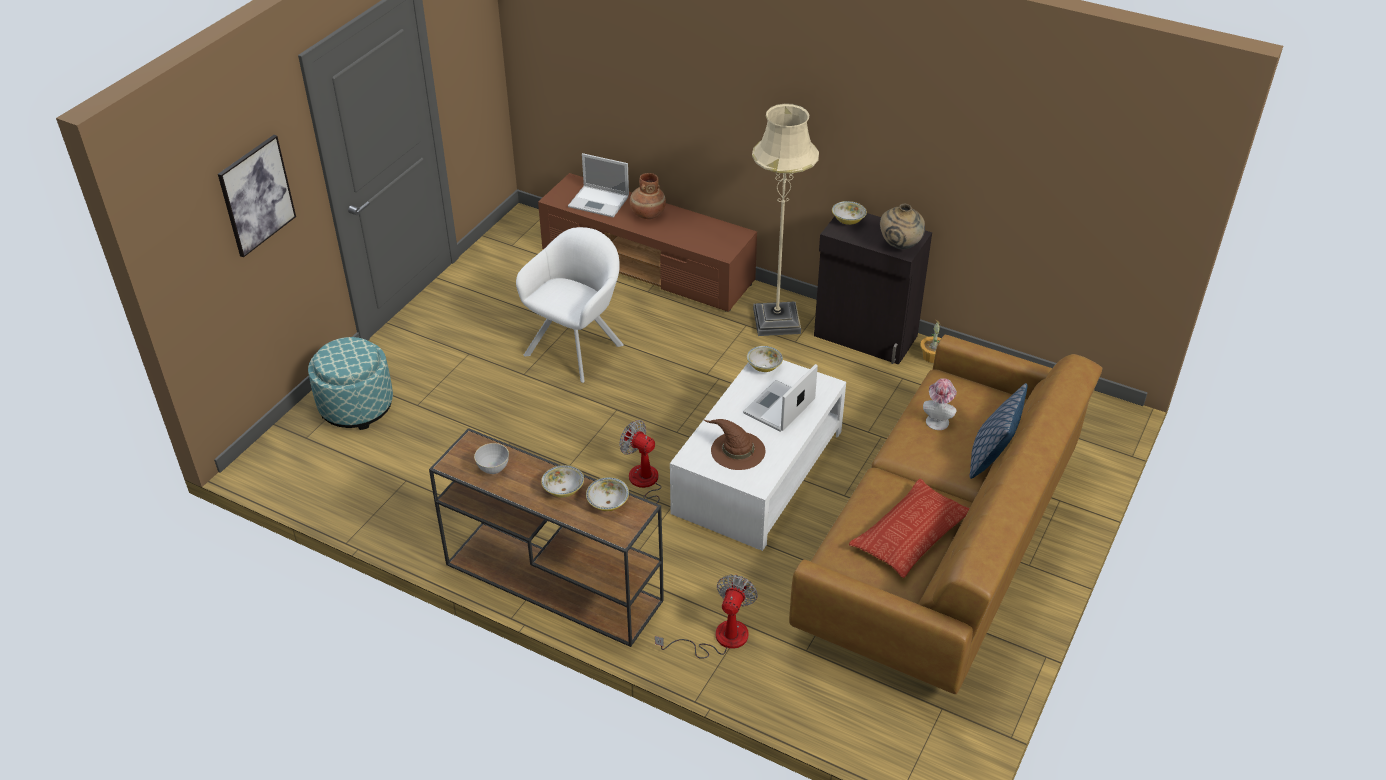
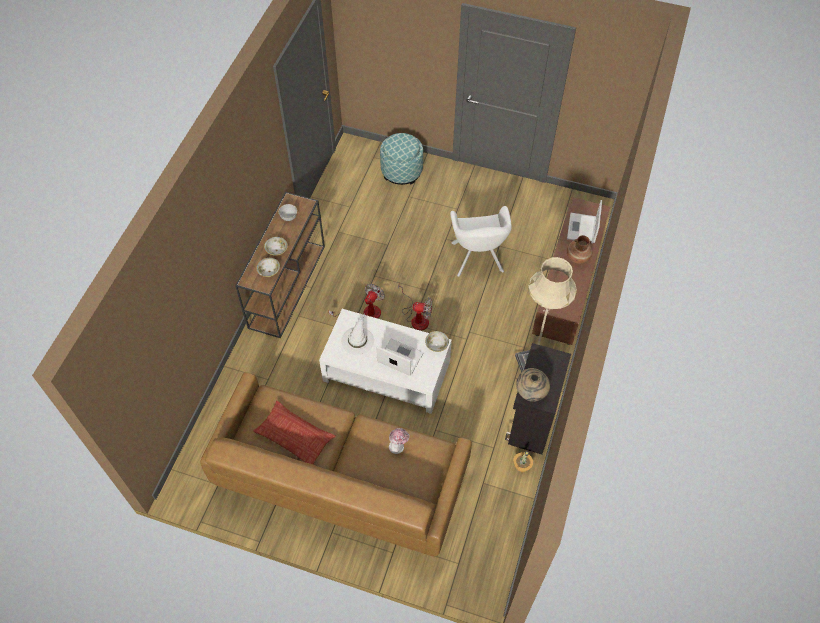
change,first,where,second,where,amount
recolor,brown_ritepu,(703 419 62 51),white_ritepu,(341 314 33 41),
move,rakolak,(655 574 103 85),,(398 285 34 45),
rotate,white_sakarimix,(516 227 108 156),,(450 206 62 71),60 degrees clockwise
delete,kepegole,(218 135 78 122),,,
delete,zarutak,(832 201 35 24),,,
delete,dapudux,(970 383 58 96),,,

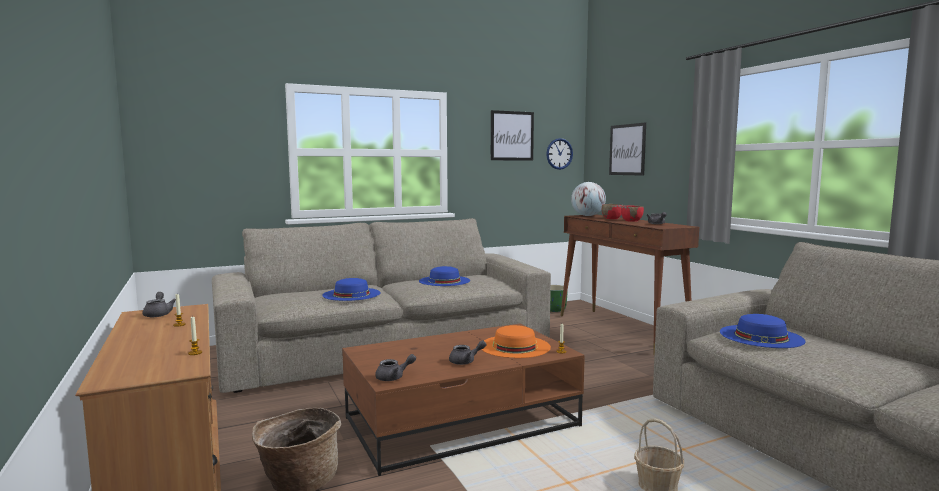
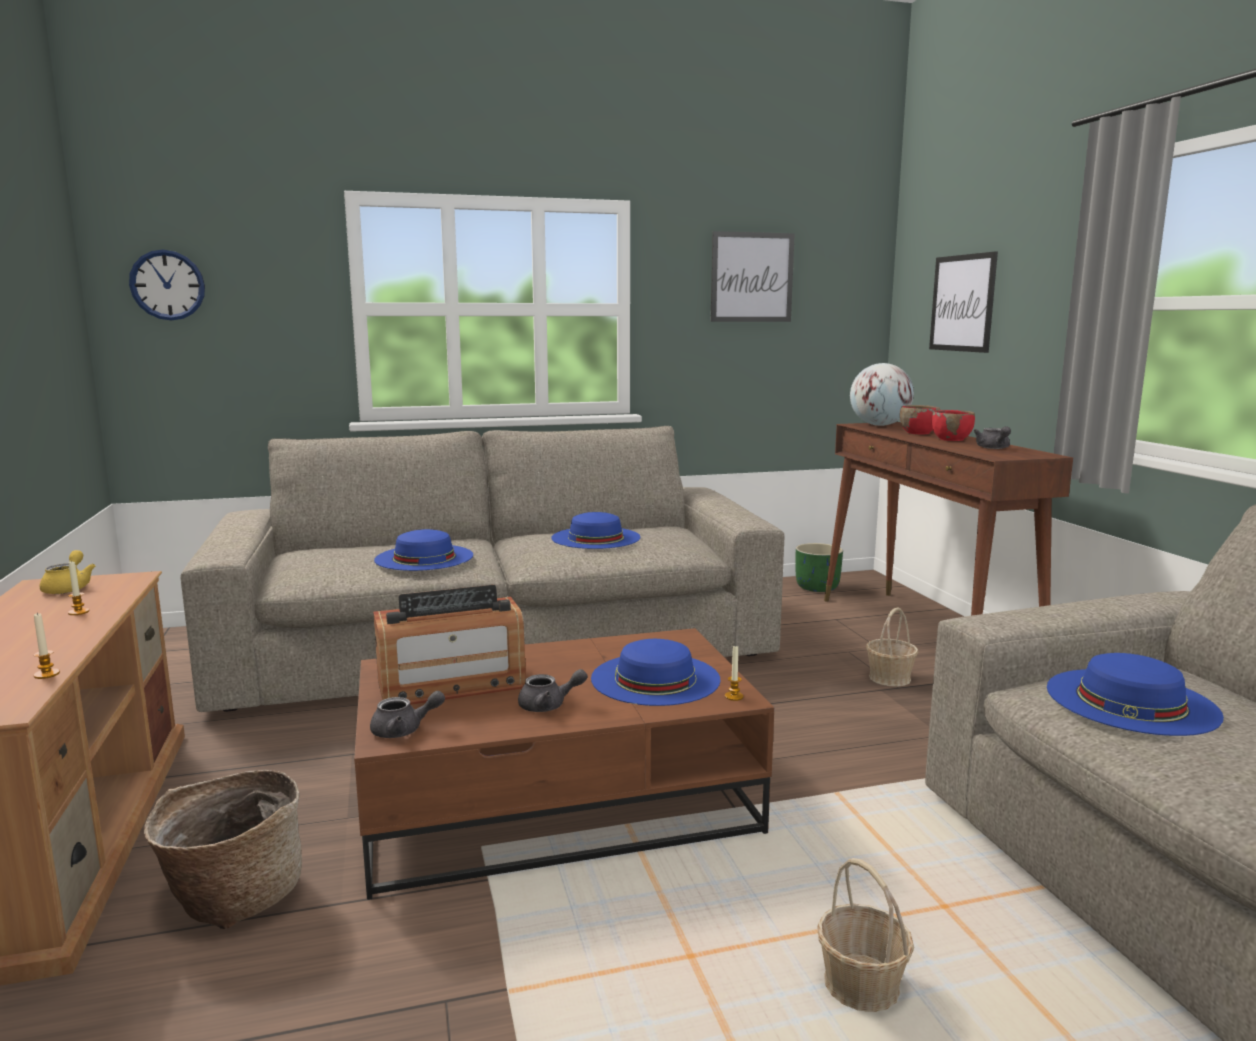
change,first,where,second,where,amount
recolor,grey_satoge,(142 292 34 25),yellow_satoge,(39 550 57 44),
move,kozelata,(546 138 27 32),,(129 250 76 71),
insert,,,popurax,(373 585 153 120),
recolor,orange_ritepu,(481 325 70 33),blue_ritepu,(591 639 130 67),
insert,,,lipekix,(866 607 52 80),

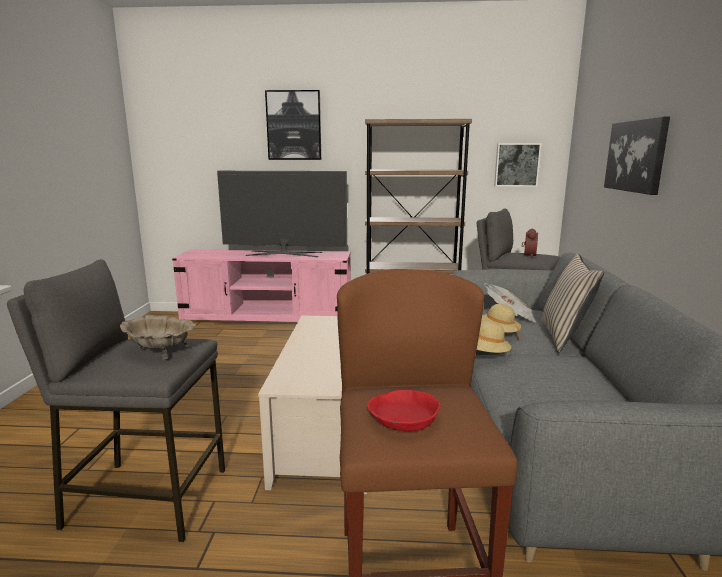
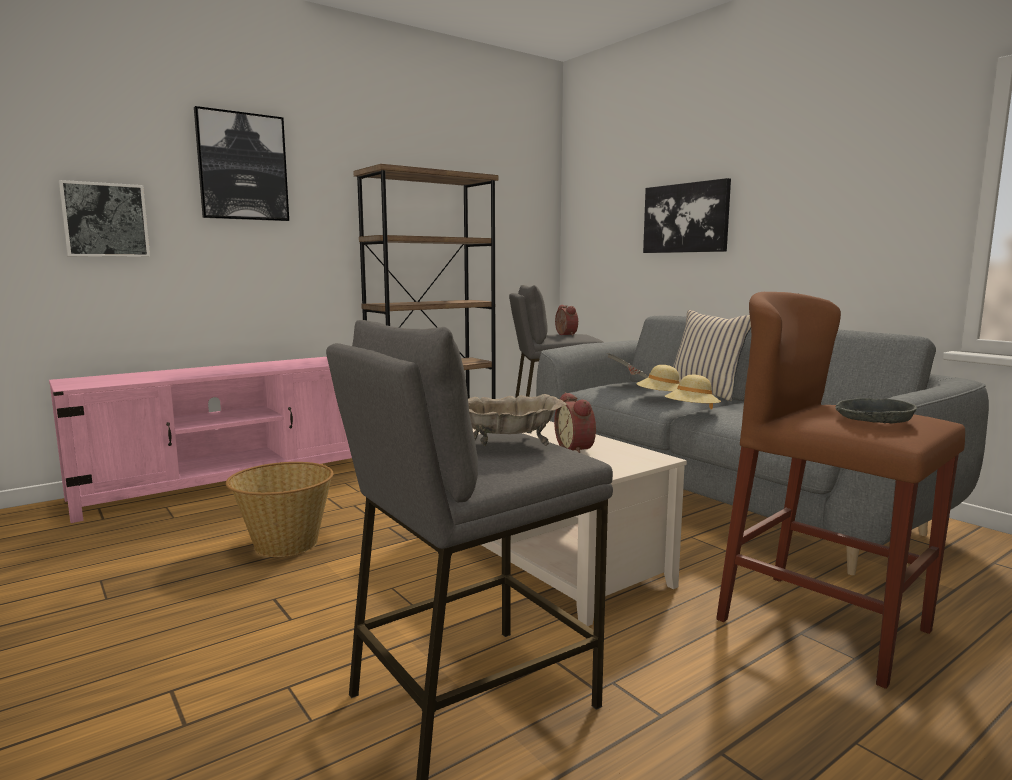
change,first,where,second,where,amount
move,kepegole,(494 143 48 44),,(59 180 91 77),
insert,,,lipekix,(226 462 108 95),
insert,,,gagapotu,(554 392 42 61),
recolor,red_zarutak,(367 390 74 41),grey_zarutak,(835 398 82 26),
delete,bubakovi,(217 171 130 86),,,

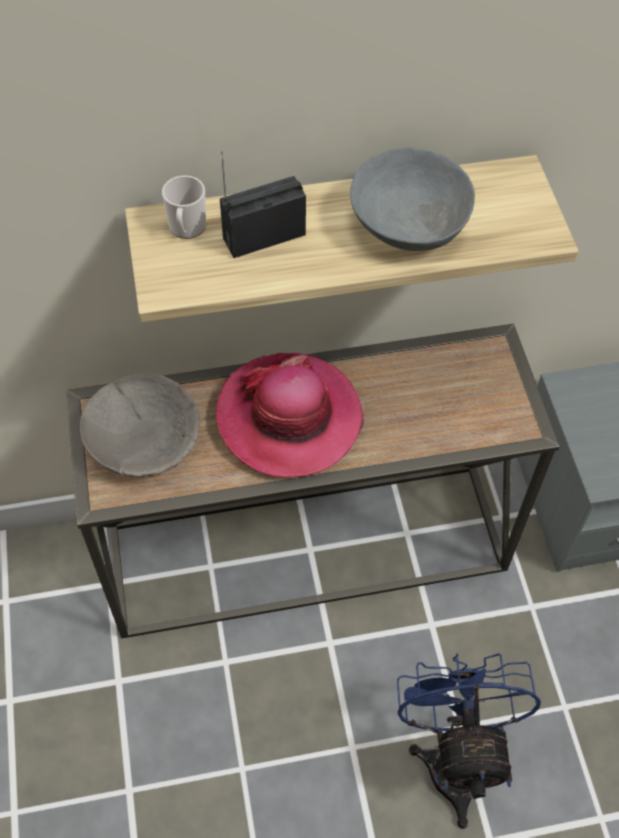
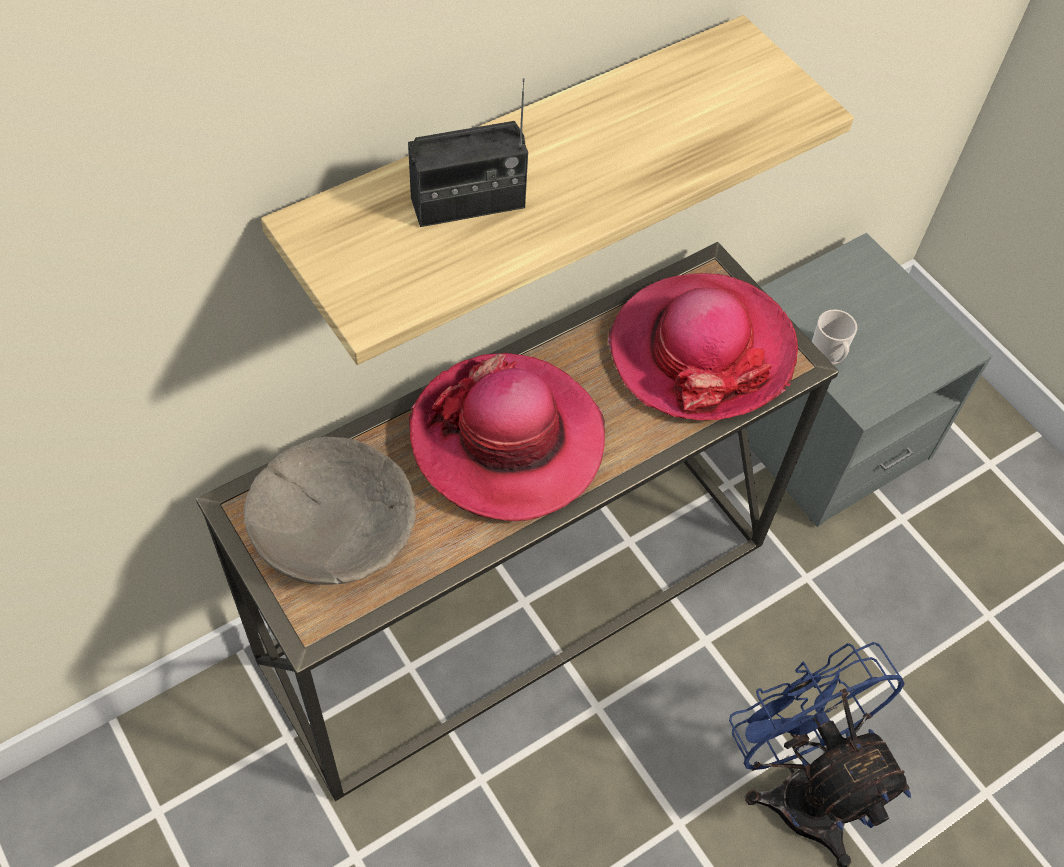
change,first,where,second,where,amount
rotate,popurax,(220 151 86 107),,(408 78 120 149),150 degrees counterclockwise
insert,,,ritepu,(608 273 190 147),
move,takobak,(162 176 44 63),,(812 309 45 56),
delete,grey_zarutak,(350 148 125 103),,,

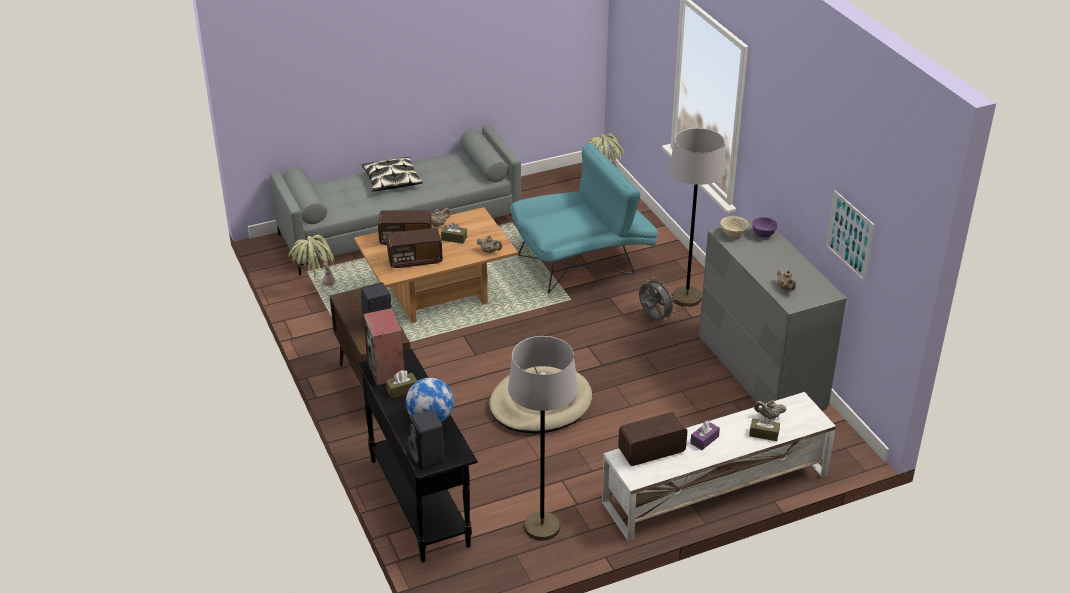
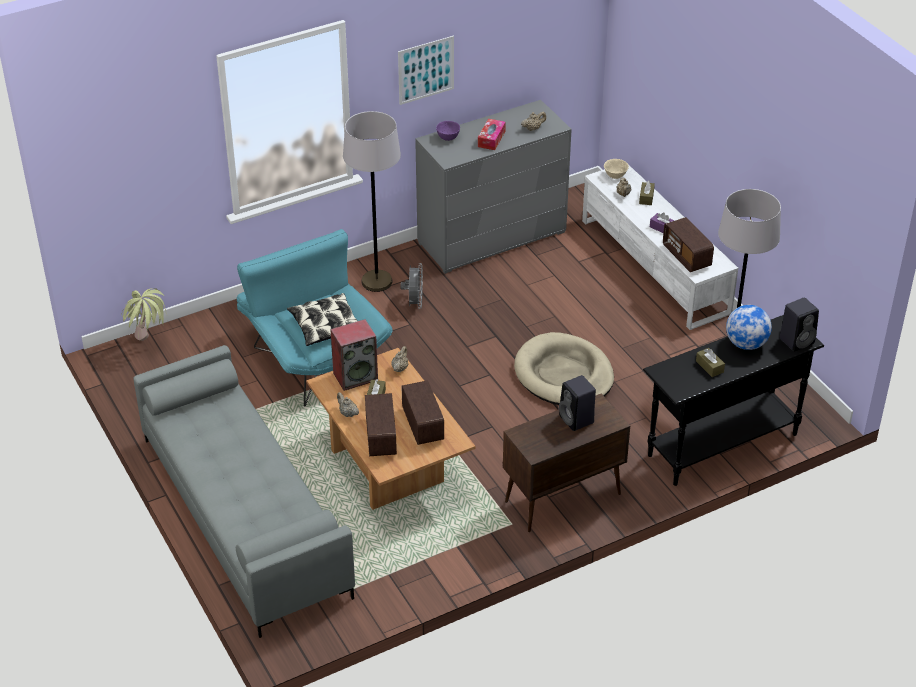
change,first,where,second,where,amount
move,dapudux,(362 157 61 35),,(287 293 71 53),
move,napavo,(363 308 42 77),,(330 319 48 72),
move,kepegole,(826 190 48 92),,(398 36 56 69),
rotate,grey_rakolak,(639 277 37 43),,(401 263 22 46),135 degrees clockwise
insert,,,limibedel,(478 119 28 31),
move,beige_zarutak,(721 216 28 21),,(604 159 25 20),
delete,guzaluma,(289 235 46 51),,,

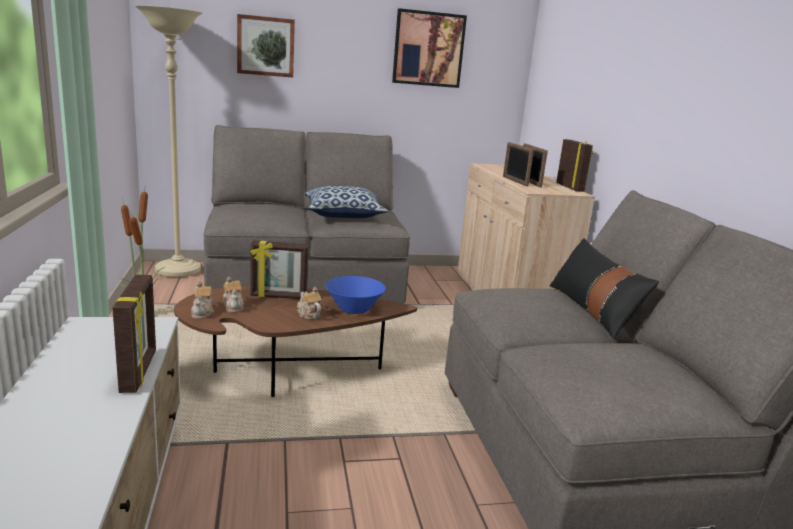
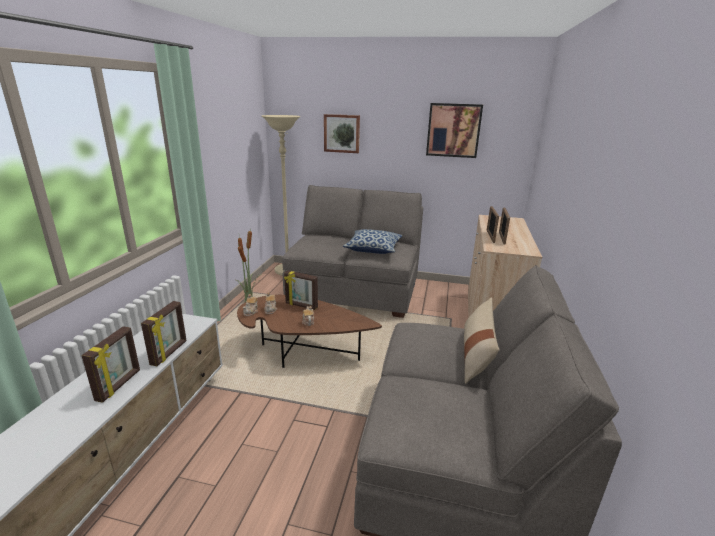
change,first,where,second,where,amount
move,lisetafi,(556 139 37 53),,(82 327 58 76),
recolor,black_dapudux,(550 238 109 101),beige_dapudux,(464 297 35 87),
delete,blue_zarutak,(325 276 61 38),,,

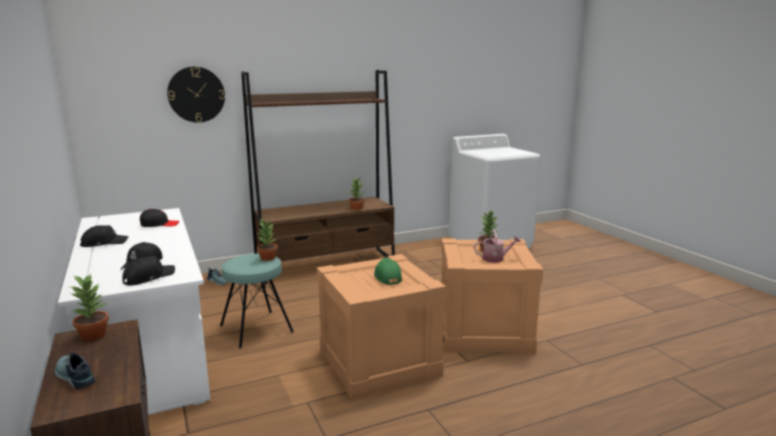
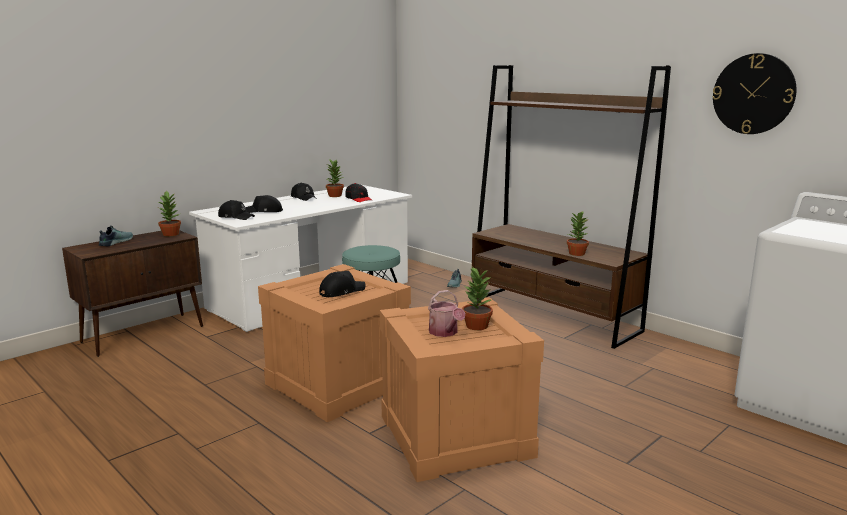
change,first,where,second,where,amount
recolor,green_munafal,(374 258 28 27),black_munafal,(319 271 47 26),
move,guzaluma,(257 219 21 42),,(326 159 18 38),
move,kozelata,(167 67 58 56),,(712 53 85 81),

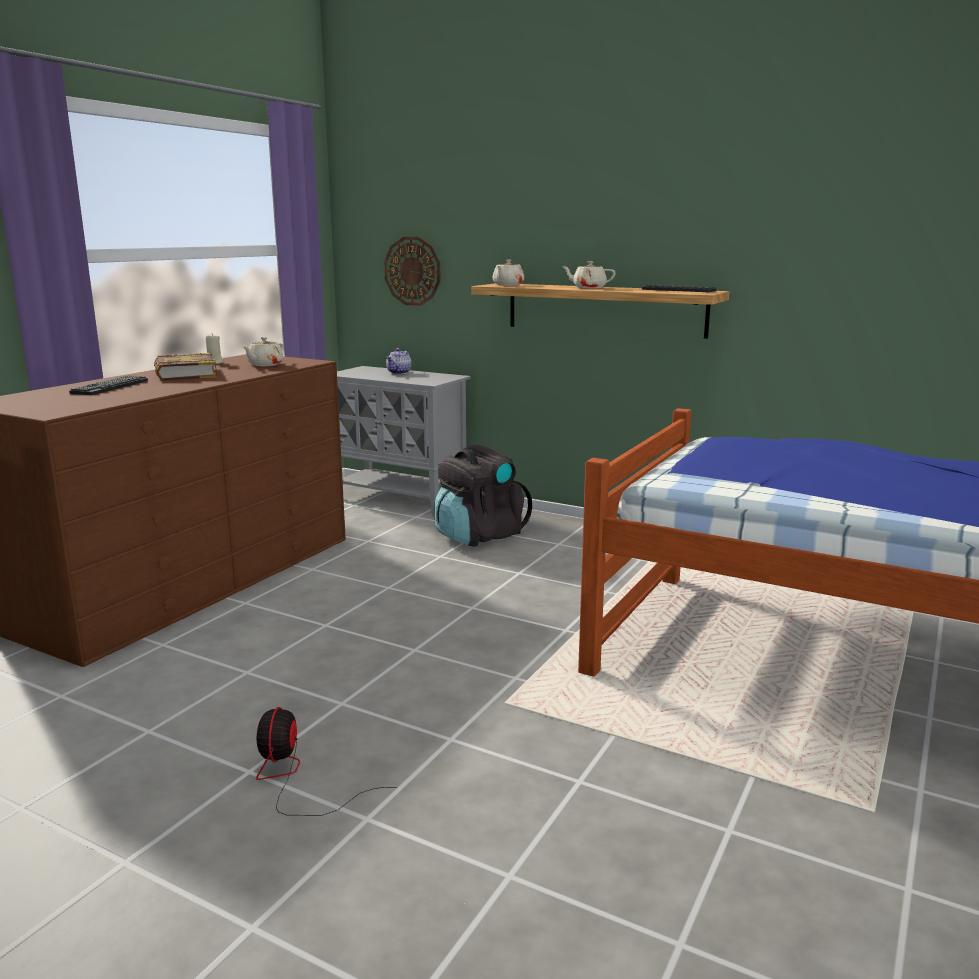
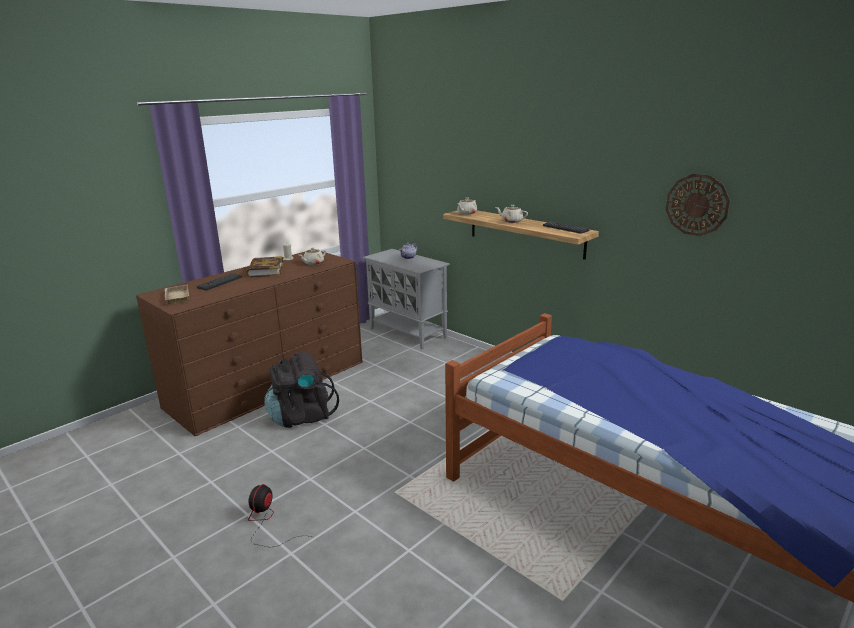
change,first,where,second,where,amount
insert,,,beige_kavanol,(165 285 24 19),
move,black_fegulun,(435 444 97 103),,(264 351 75 77),
move,kozelata,(384 237 57 69),,(666 174 64 62),

